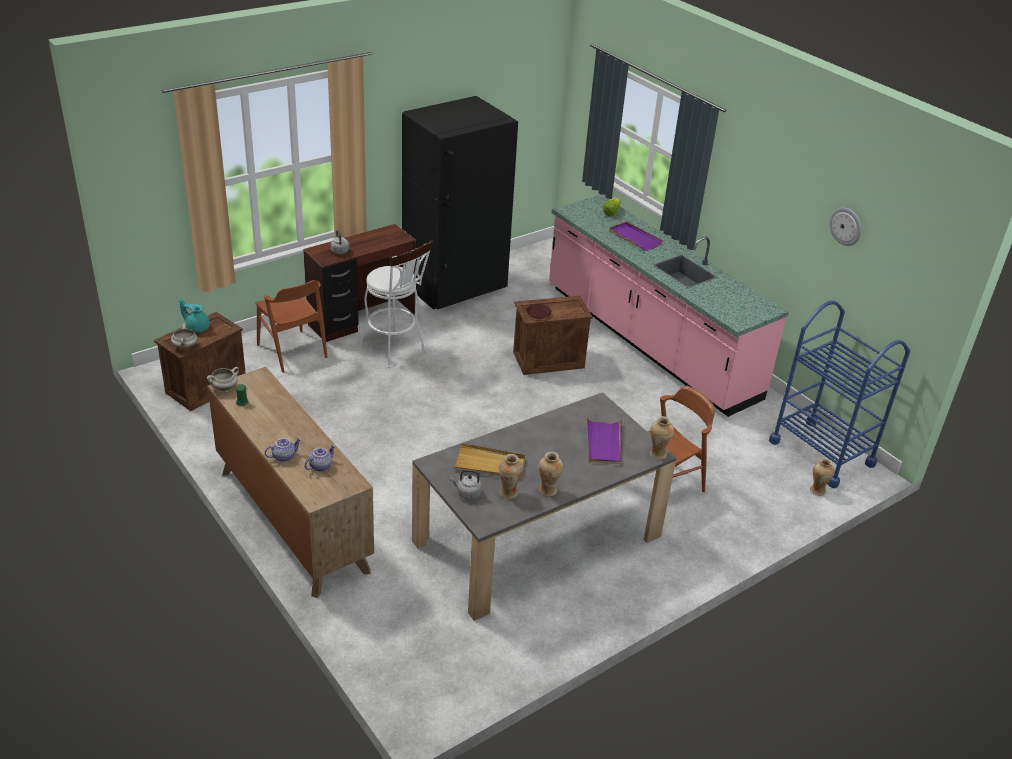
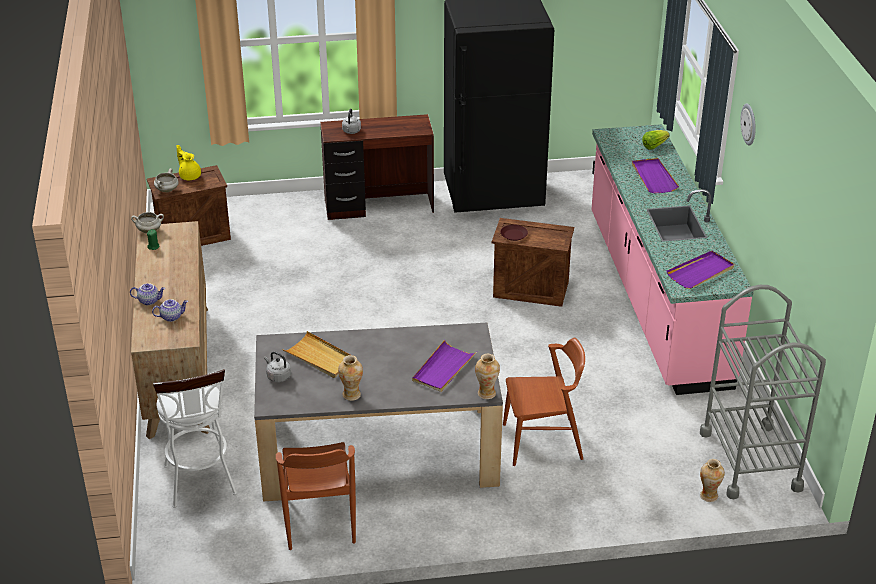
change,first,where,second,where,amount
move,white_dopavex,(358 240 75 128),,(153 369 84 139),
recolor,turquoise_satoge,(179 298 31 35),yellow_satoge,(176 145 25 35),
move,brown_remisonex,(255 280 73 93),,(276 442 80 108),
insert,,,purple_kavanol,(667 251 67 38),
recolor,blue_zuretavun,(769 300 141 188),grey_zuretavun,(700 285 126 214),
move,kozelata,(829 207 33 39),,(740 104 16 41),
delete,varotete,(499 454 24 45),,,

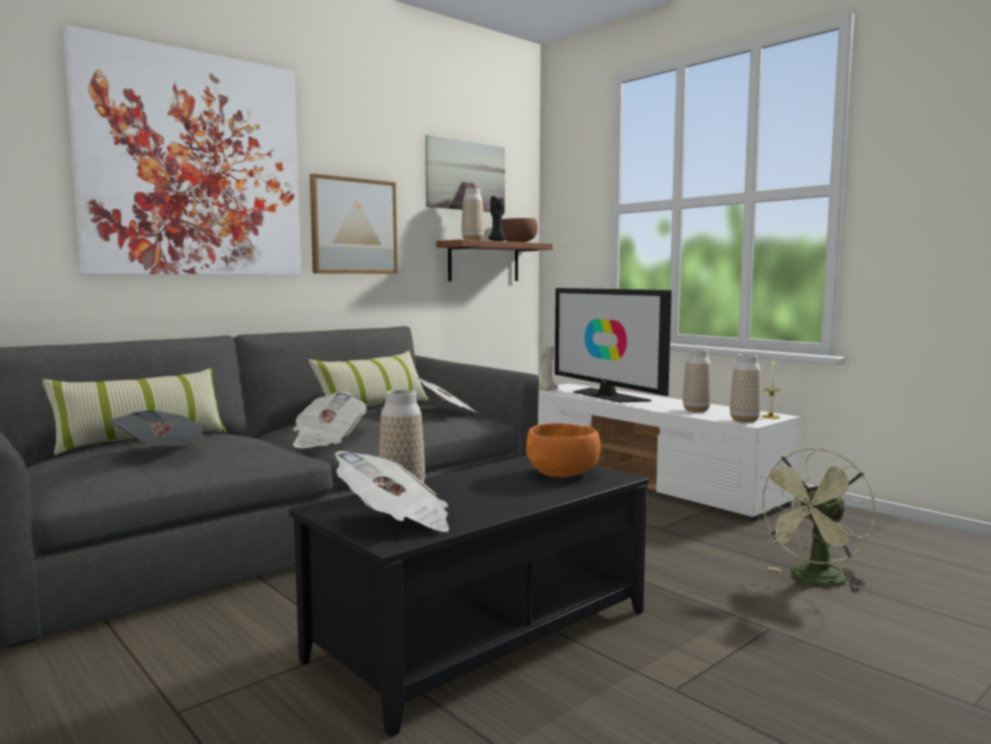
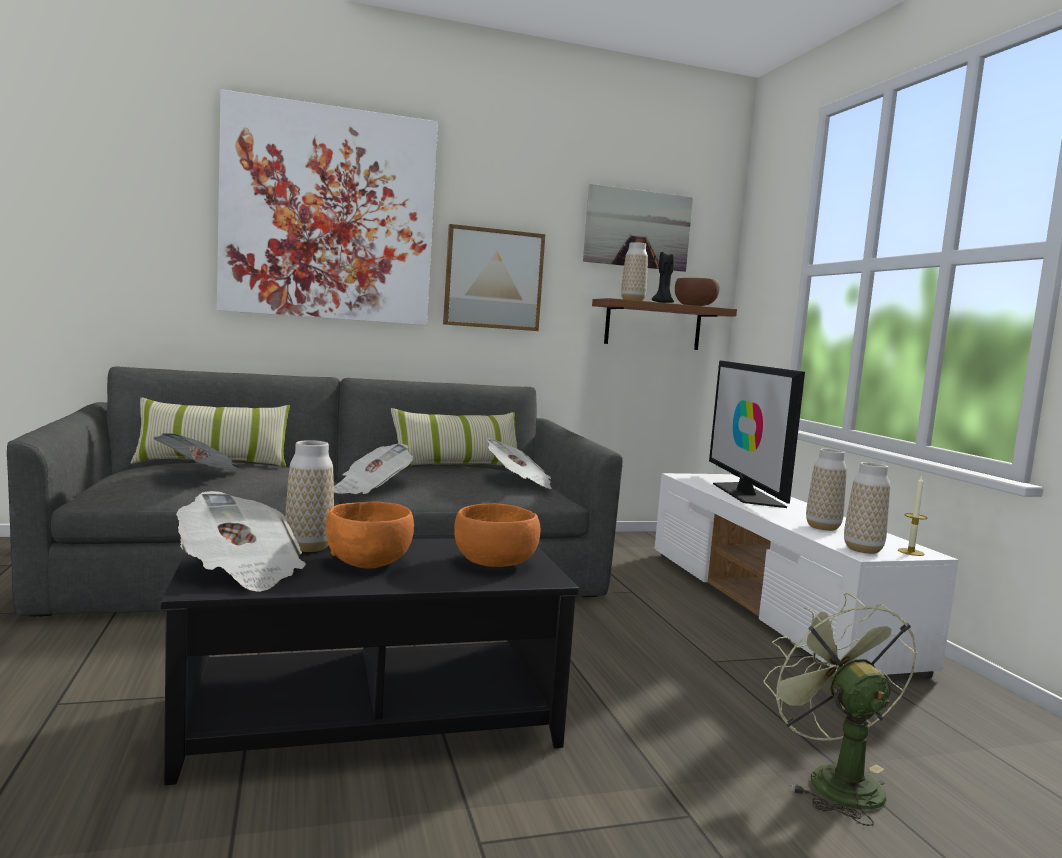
change,first,where,second,where,amount
insert,,,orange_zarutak,(326 501 88 67),
rotate,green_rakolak,(754 448 121 145),,(763 593 154 233),90 degrees clockwise
delete,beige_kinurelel,(539 345 19 46),,,

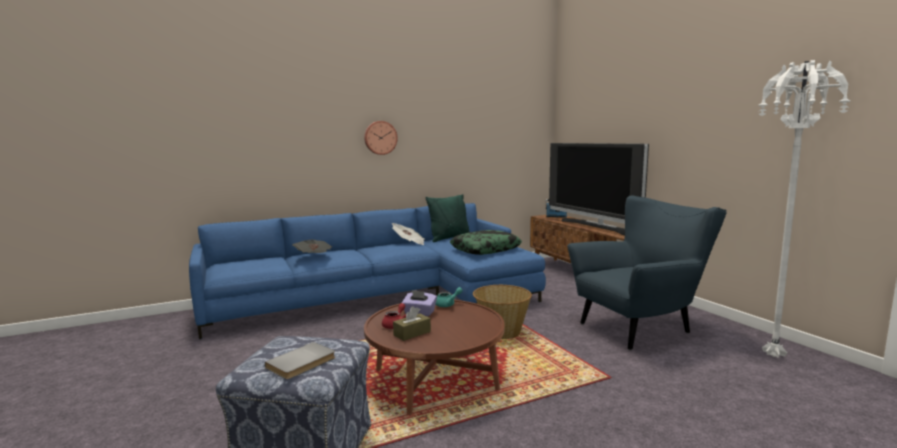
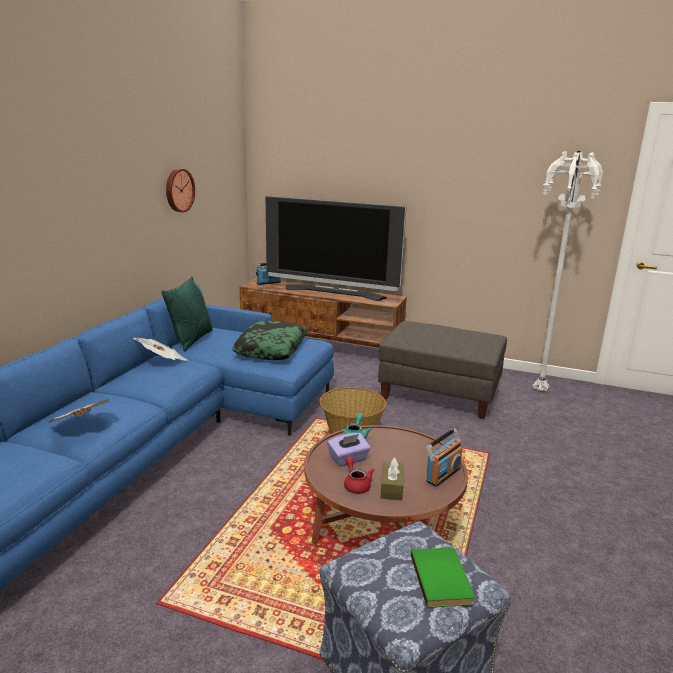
change,first,where,second,where,amount
move,kozelata,(364 121 34 34),,(166 169 29 43),
replace,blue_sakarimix,(567 195 160 155),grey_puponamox,(378 321 129 98),
recolor,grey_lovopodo,(265 342 70 37),green_lovopodo,(411 548 63 60),
insert,,,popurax,(426 429 37 58),

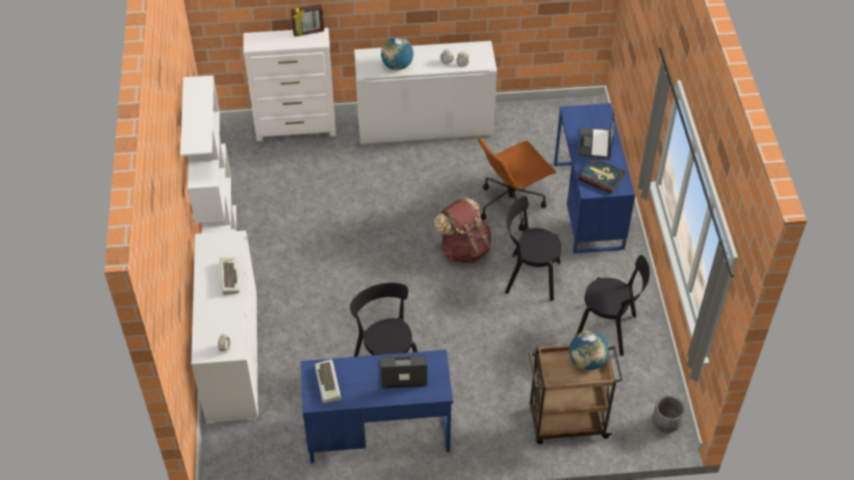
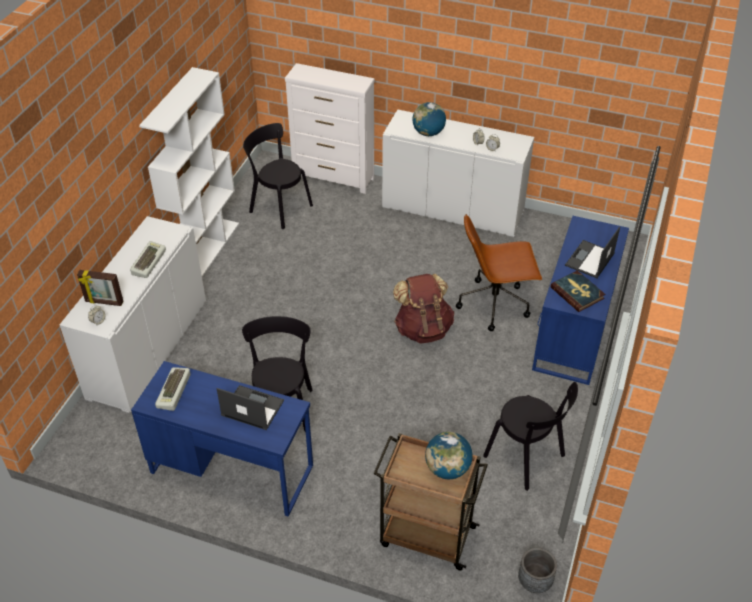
change,first,where,second,where,amount
move,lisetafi,(291 4 33 33),,(77 270 46 36),
move,black_remisonex,(505 196 56 105),,(243 123 70 106),

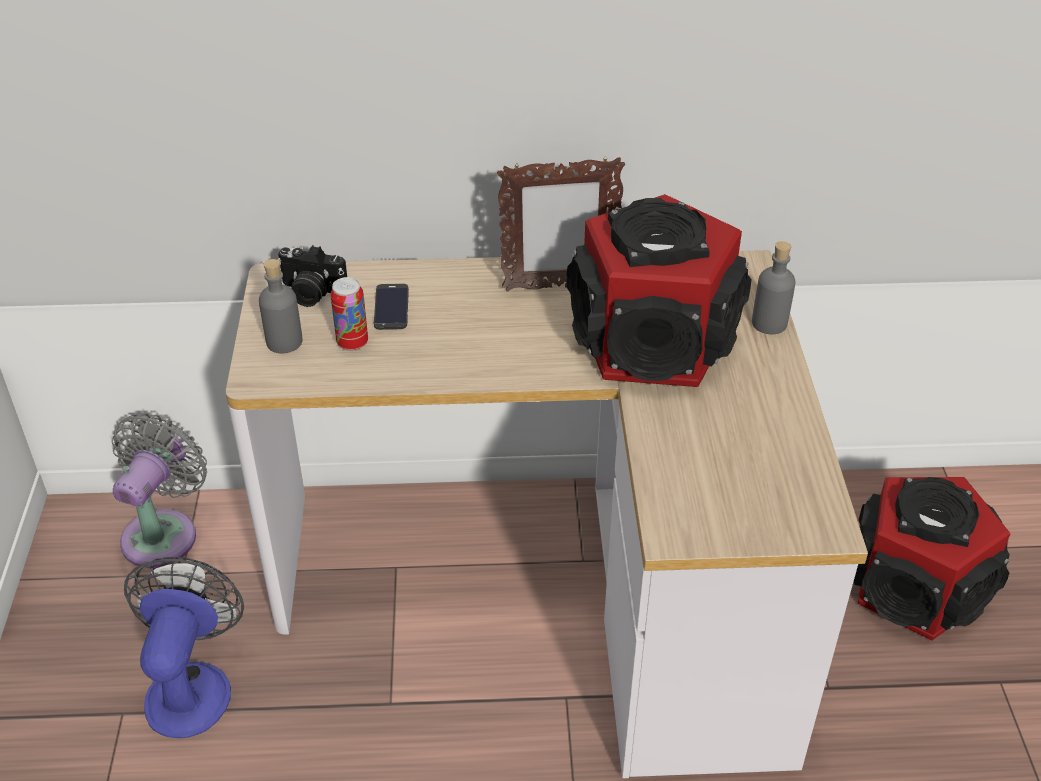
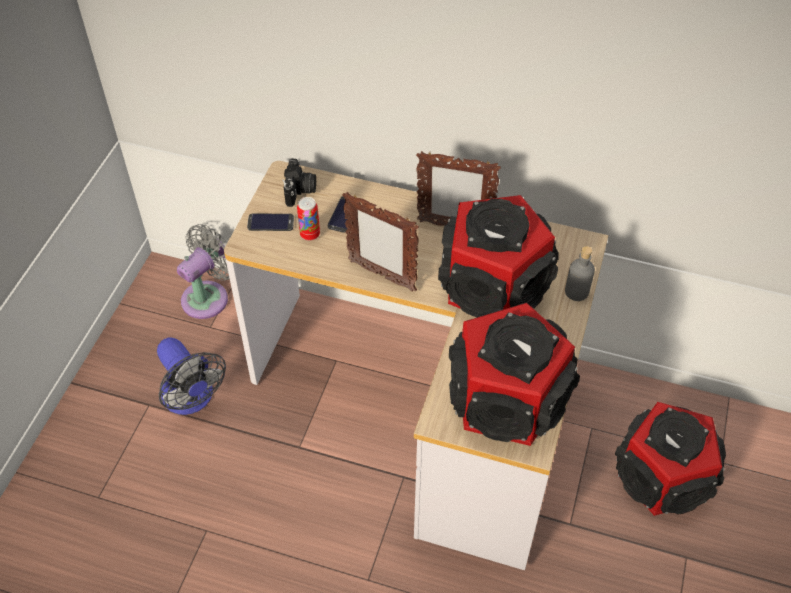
change,first,where,second,where,amount
rotate,rakolak,(124 557 120 181),,(157 337 69 78),120 degrees clockwise
replace,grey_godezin,(259 259 44 94),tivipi,(247 213 47 18),
rotate,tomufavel,(277 245 70 62),,(282 159 34 48),120 degrees counterclockwise
insert,,,lisetafi,(342 192 77 100),
insert,,,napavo,(449 303 131 143),

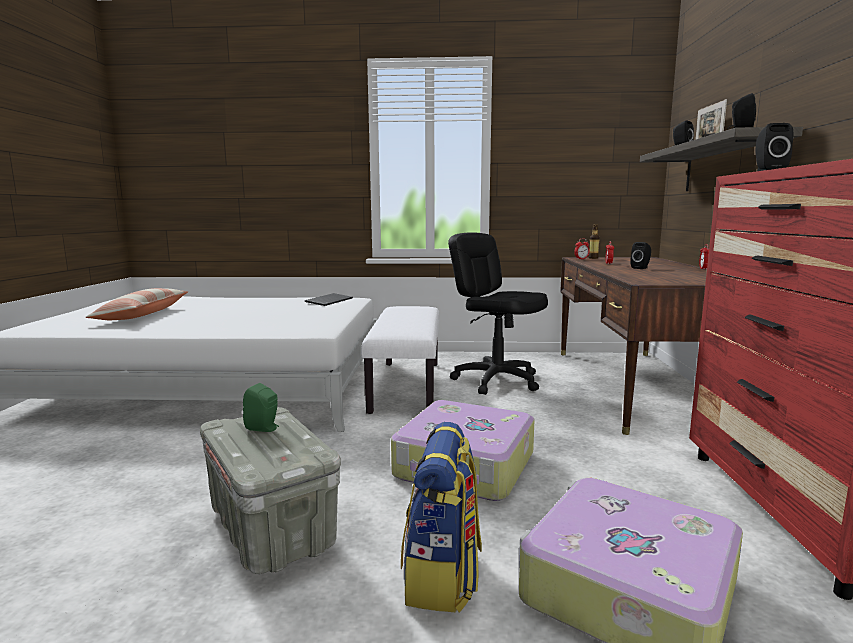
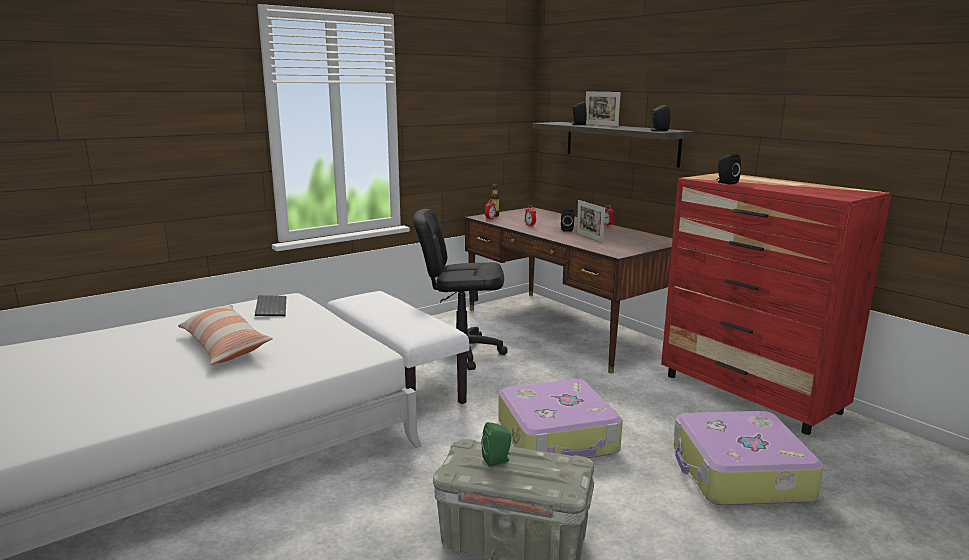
change,first,where,second,where,amount
move,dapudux,(85 288 103 32),,(178 305 95 60),
insert,,,lisetafi,(577 200 28 43),
delete,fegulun,(401 422 81 190),,,

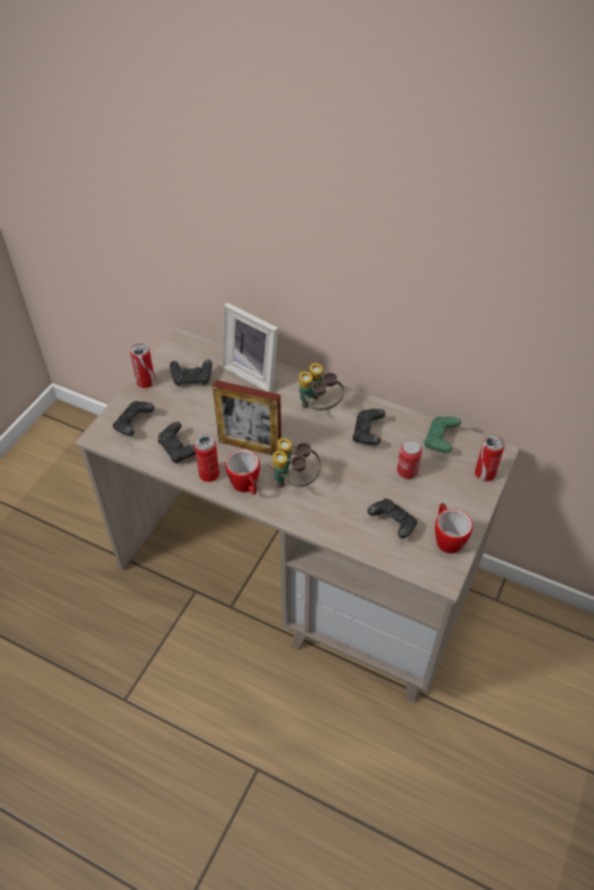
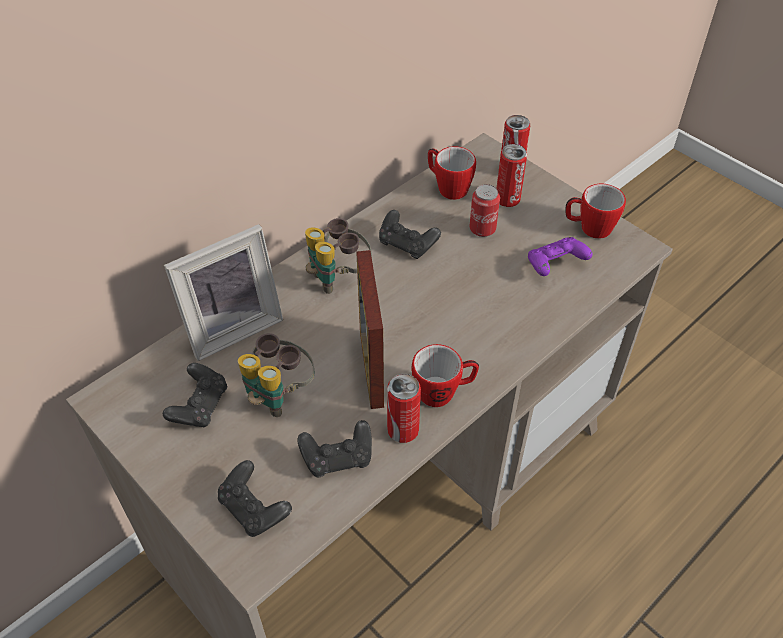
change,first,where,second,where,amount
move,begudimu,(270 438 51 50),,(238 333 76 84),
rotate,lisetafi,(212 380 69 75),,(356 250 28 159),135 degrees clockwise
replace,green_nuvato,(424 416 37 37),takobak,(428 146 48 54),
move,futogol,(130 343 25 45),,(497 144 30 63),
recolor,black_nuvato,(367 499 50 40),purple_nuvato,(528 237 64 39),

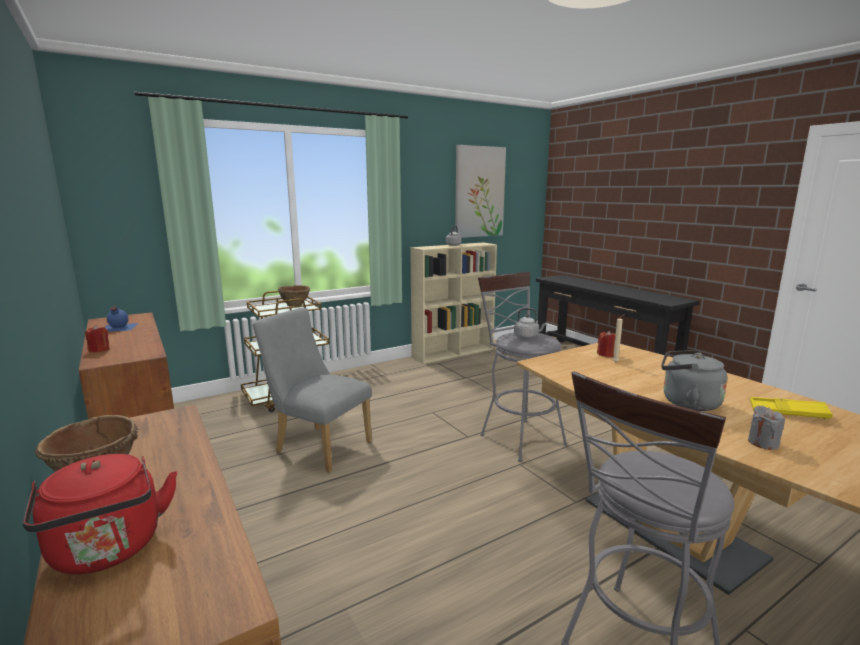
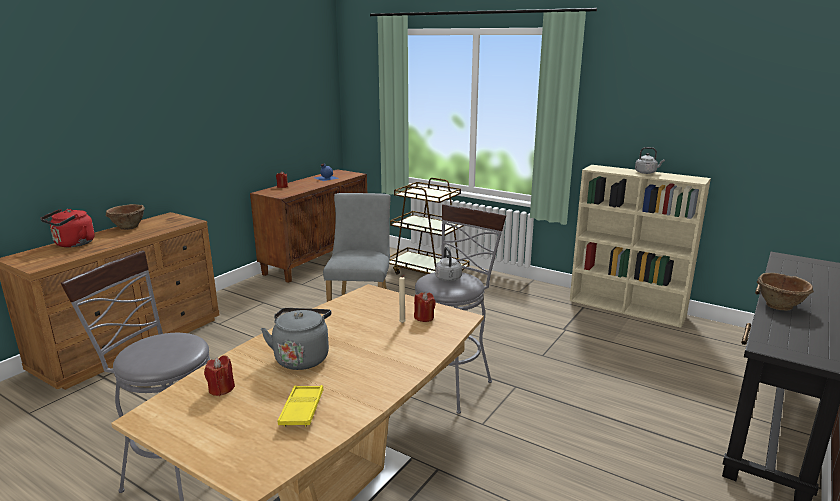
change,first,where,second,where,amount
recolor,grey_kinurelel,(748 406 37 44),red_kinurelel,(204 355 31 41),
move,brown_zarutak,(278 285 33 22),,(757 273 57 37),
delete,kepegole,(455 145 51 93),,,

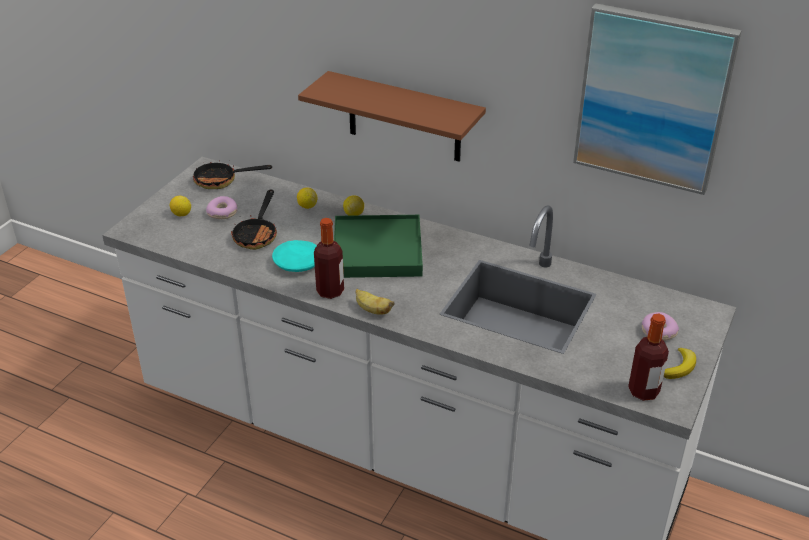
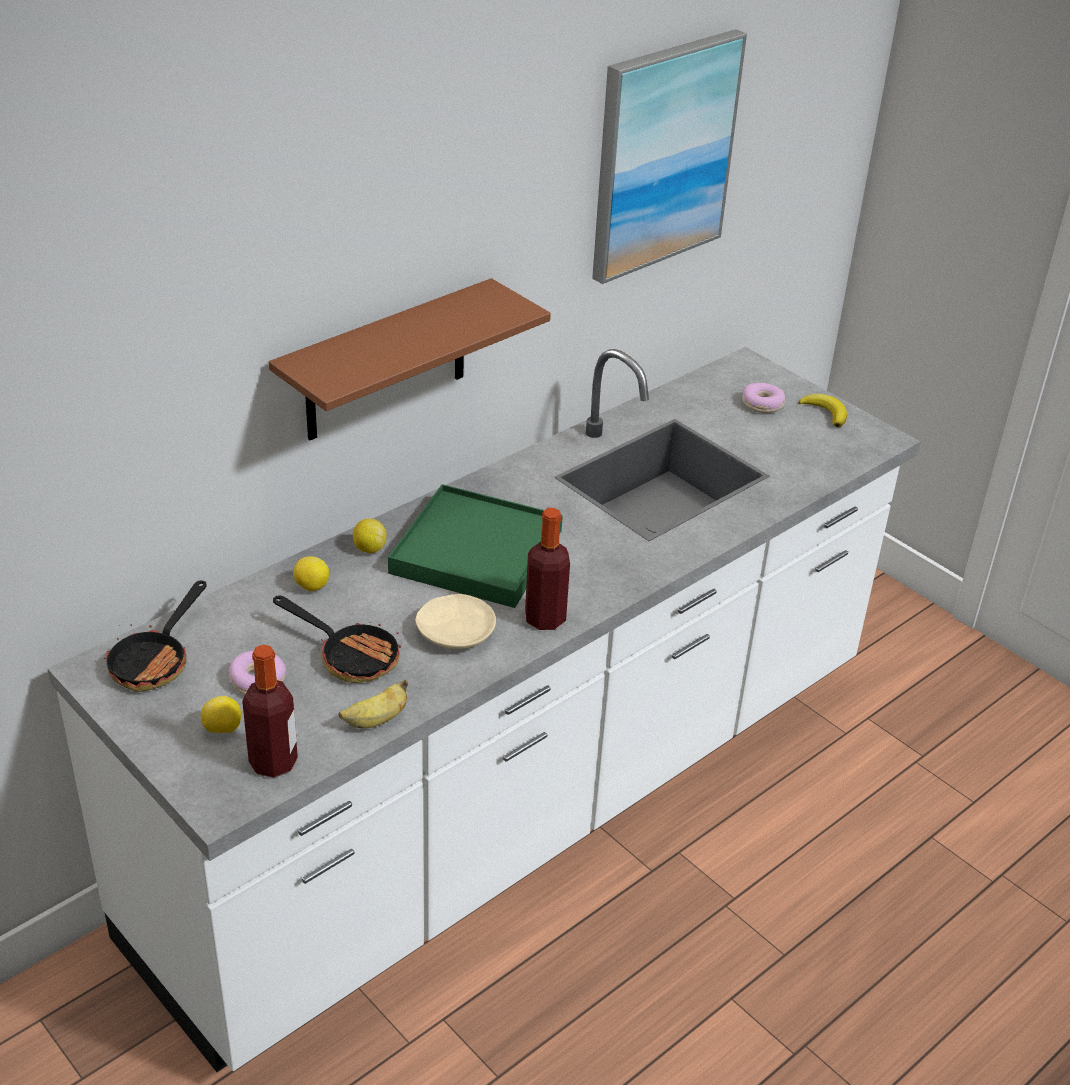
change,first,where,second,where,amount
move,godezin,(628 314 41 87),,(242 645 56 133),
move,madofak,(356 289 39 26),,(339 680 69 49),
recolor,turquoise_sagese,(272 240 45 32),beige_sagese,(415 594 81 55),

